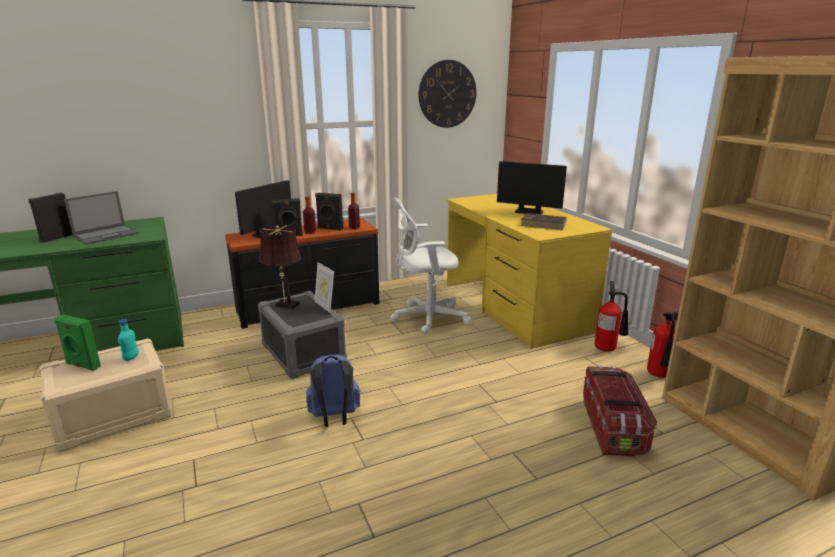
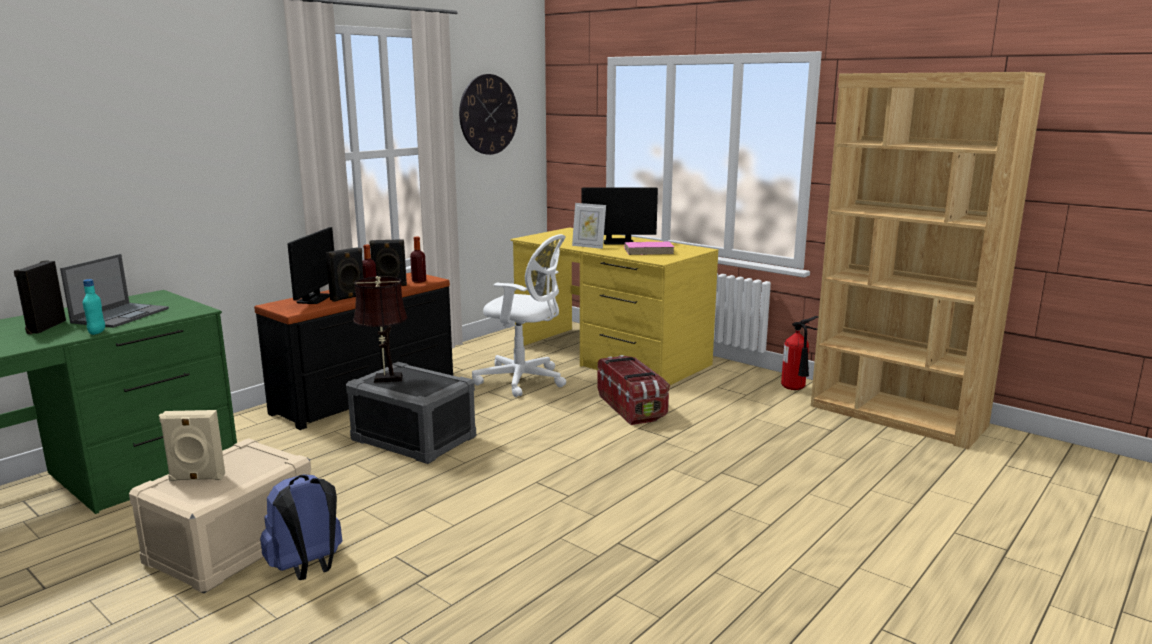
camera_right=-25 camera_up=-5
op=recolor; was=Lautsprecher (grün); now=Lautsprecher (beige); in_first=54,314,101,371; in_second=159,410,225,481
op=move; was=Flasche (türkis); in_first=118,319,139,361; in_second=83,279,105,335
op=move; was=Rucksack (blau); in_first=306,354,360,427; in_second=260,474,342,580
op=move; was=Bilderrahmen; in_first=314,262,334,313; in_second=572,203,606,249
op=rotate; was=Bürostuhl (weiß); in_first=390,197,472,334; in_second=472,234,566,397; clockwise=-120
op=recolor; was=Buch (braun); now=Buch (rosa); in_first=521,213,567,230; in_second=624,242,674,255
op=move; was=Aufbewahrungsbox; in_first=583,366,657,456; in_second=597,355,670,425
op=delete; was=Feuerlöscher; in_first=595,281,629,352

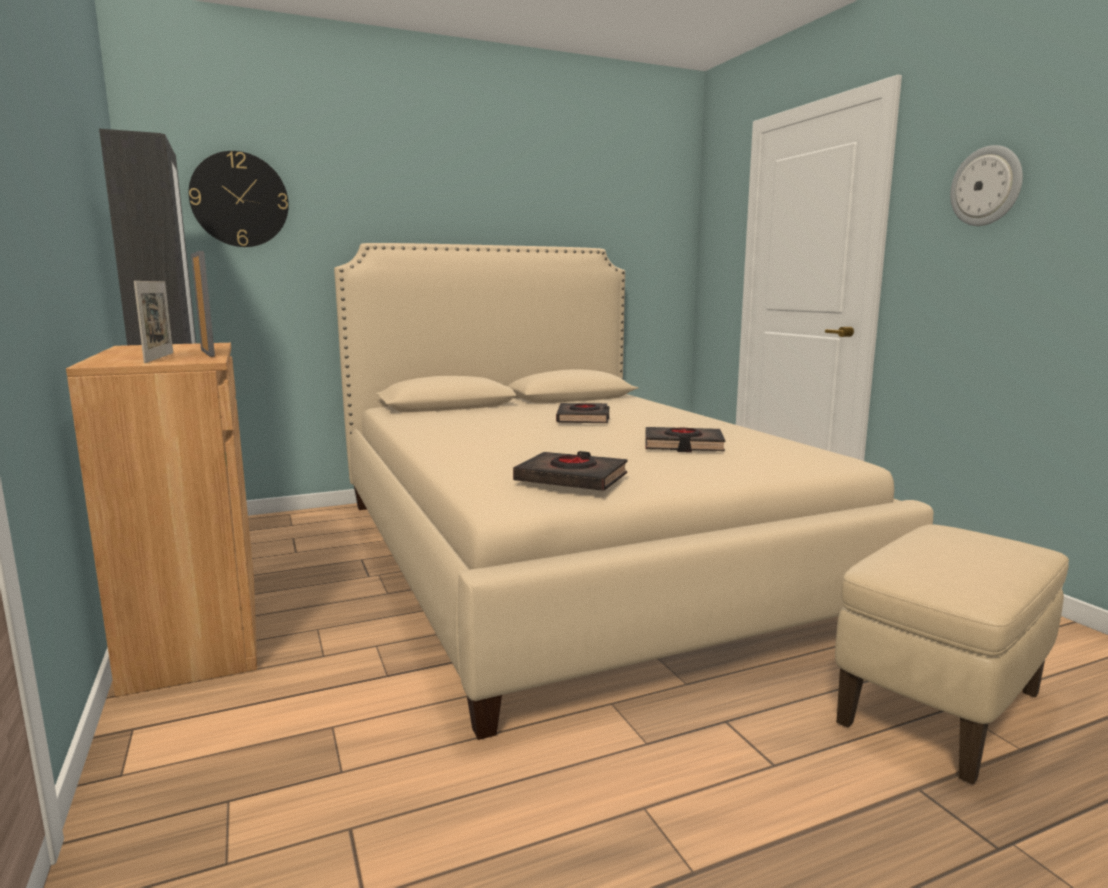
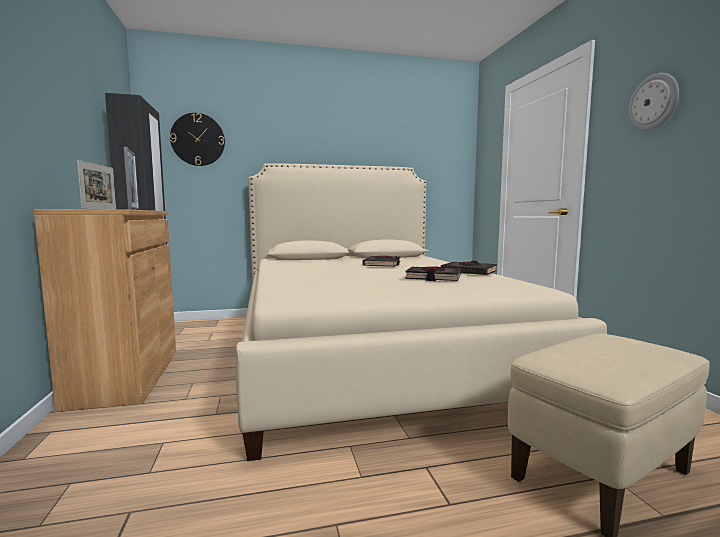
camera_right=10 camera_up=-5
op=move; was=Buch (schwarz); in_first=513,451,628,491; in_second=441,261,497,275

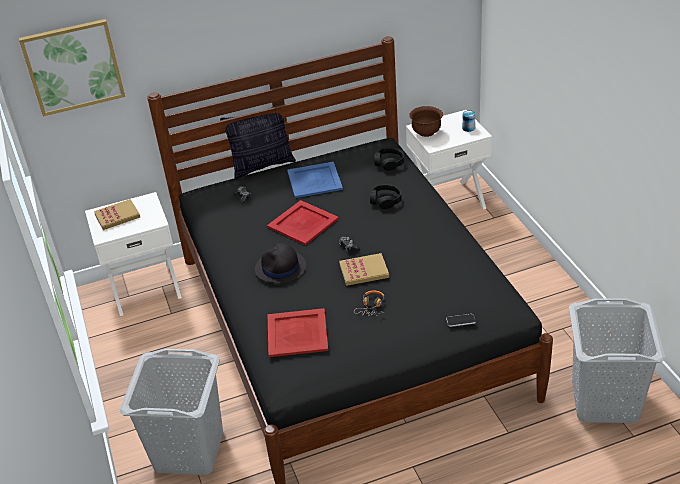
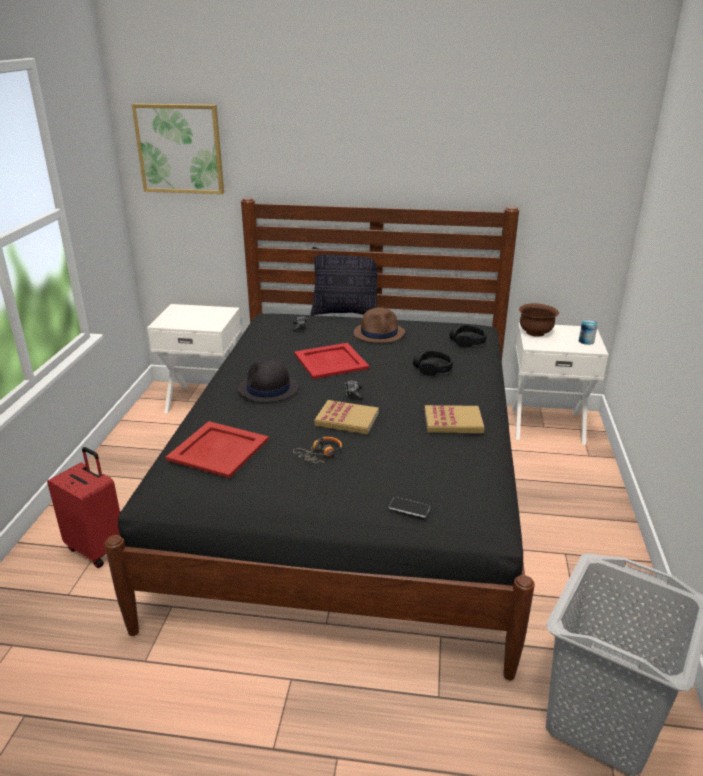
camera_right=25 camera_up=-10
op=move; was=Buch; in_first=94,199,140,230; in_second=424,405,484,433
op=replace; was=Wäschekorb (grau); now=Koffer (rot); in_first=120,349,223,475; in_second=47,447,120,568
op=replace; was=Tablett (blau); now=Hut (braun); in_first=287,162,343,198; in_second=354,307,405,343

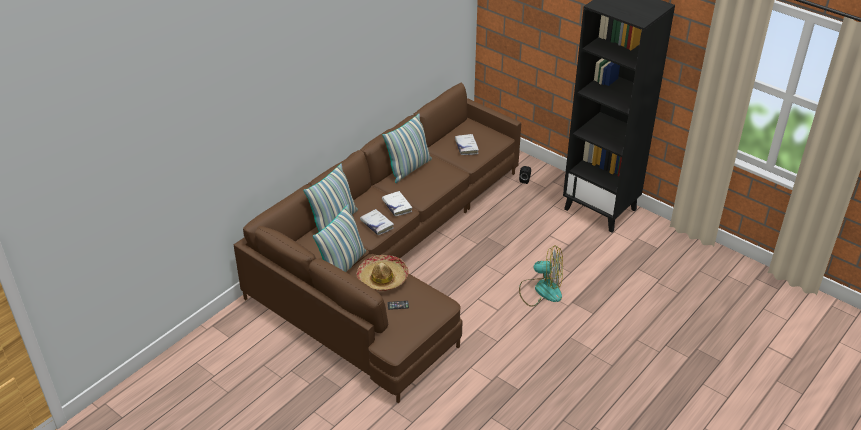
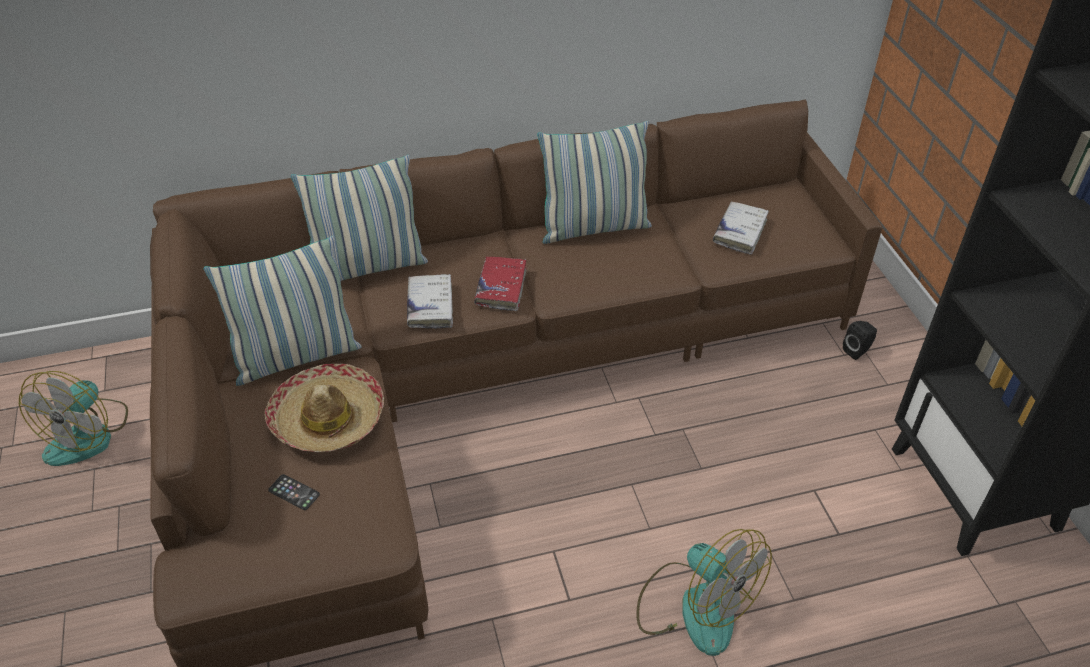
camera_right=35 camera_up=5
op=recolor; was=Buch (weiß); now=Buch (rot); in_first=382,191,412,216; in_second=474,256,527,311
op=insert; now=Ventilator; in_second=19,371,128,466

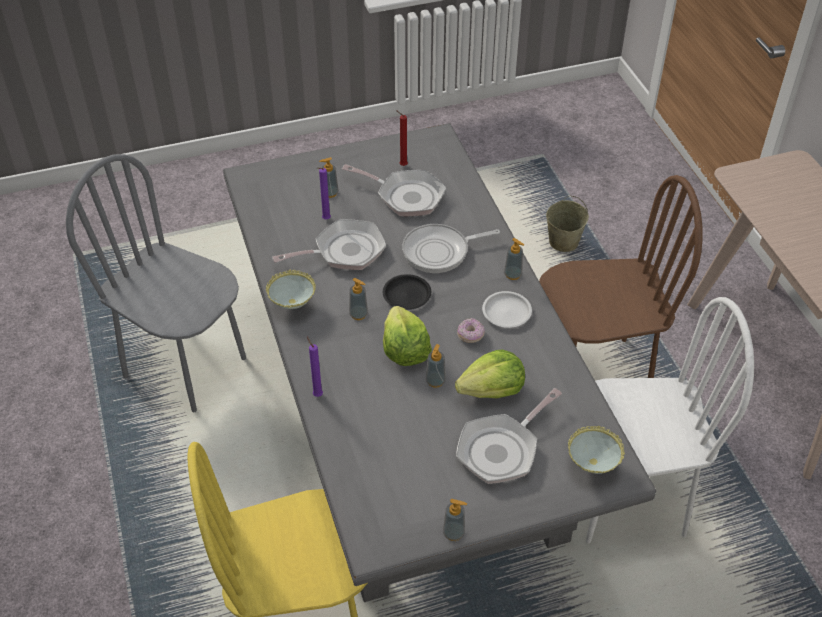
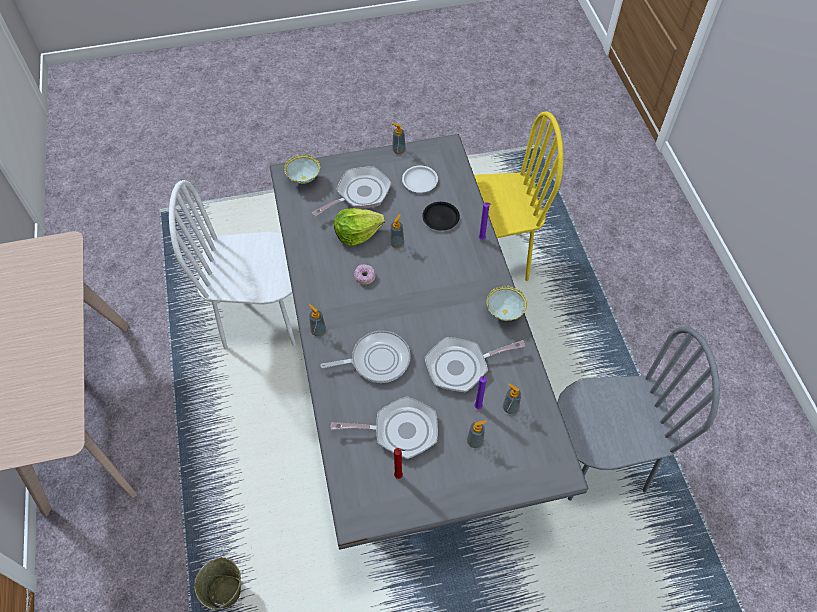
camera_right=-175 camera_up=10
op=rotate; was=Stuhl (grau); in_first=66,154,246,413; in_second=557,327,720,501; clockwise=-45
op=rotate; was=Pfanne; in_first=342,164,446,216; in_second=331,396,438,459; clockwise=150
op=move; was=Seifenspender; in_first=349,278,368,320; in_second=503,383,521,414
op=move; was=Teller (schwarz); in_first=383,274,431,310; in_second=422,202,460,231
op=delete; was=Salatkopf; in_first=383,306,432,366
op=move; was=Teller (weiß); in_first=482,291,532,328; in_second=402,166,438,193
op=delete; was=Stuhl (braun); in_first=539,175,703,378

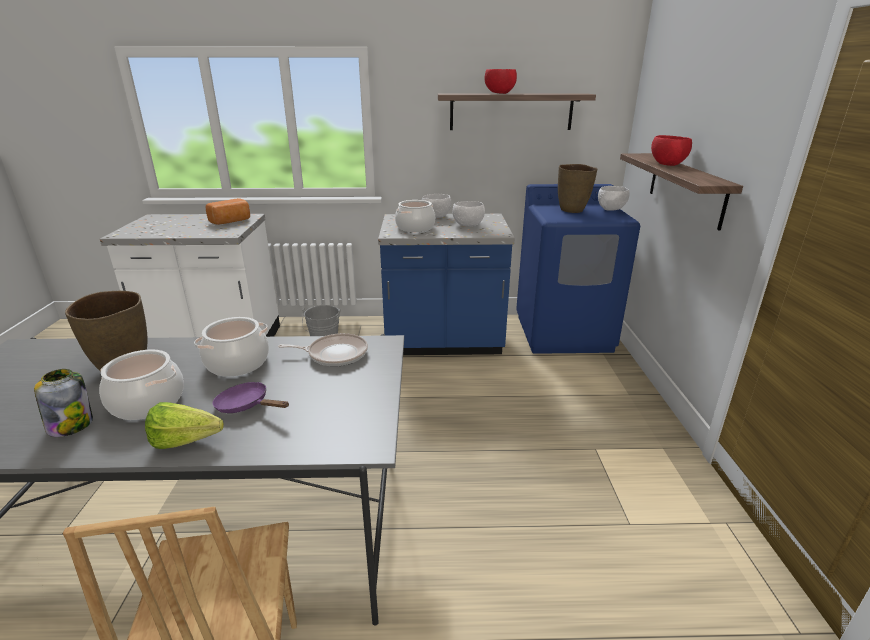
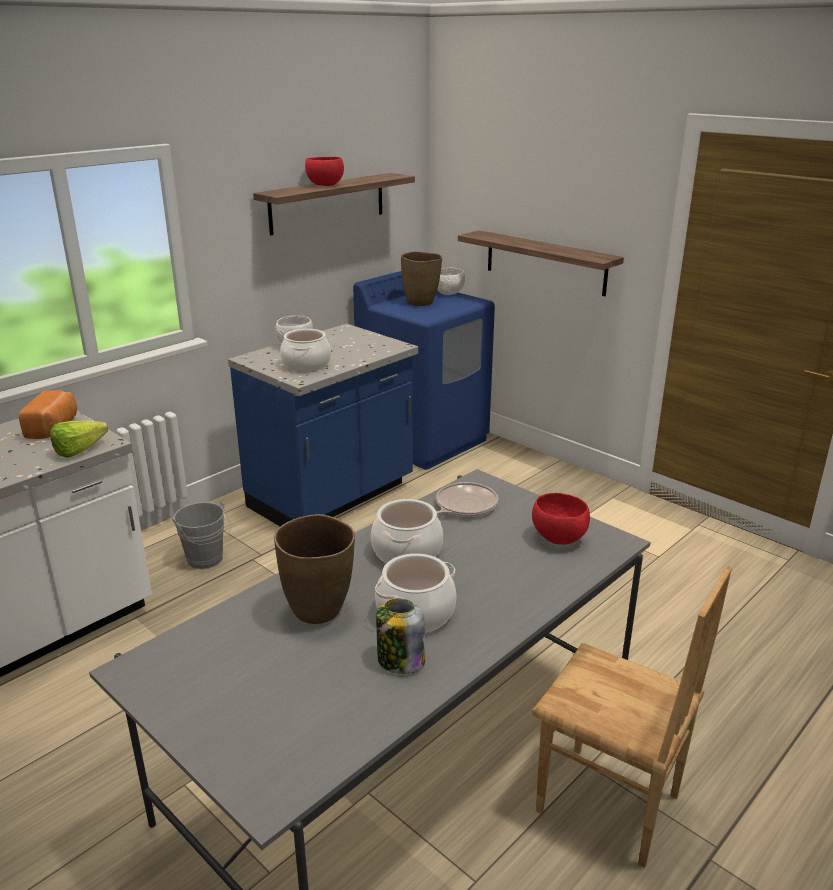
camera_right=-45 camera_up=0
op=move; was=Salatkopf; in_first=145,402,224,449; in_second=50,420,108,458
op=delete; was=Pfanne (lila); in_first=213,382,289,413
op=delete; was=Schüssel (weiß); in_first=453,201,485,227
op=move; was=Schüssel (rot); in_first=651,135,692,166; in_second=532,493,590,545

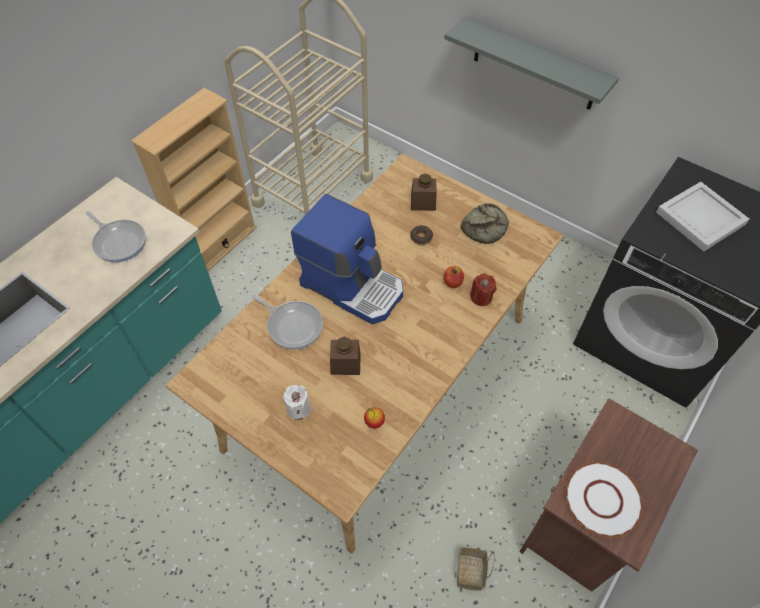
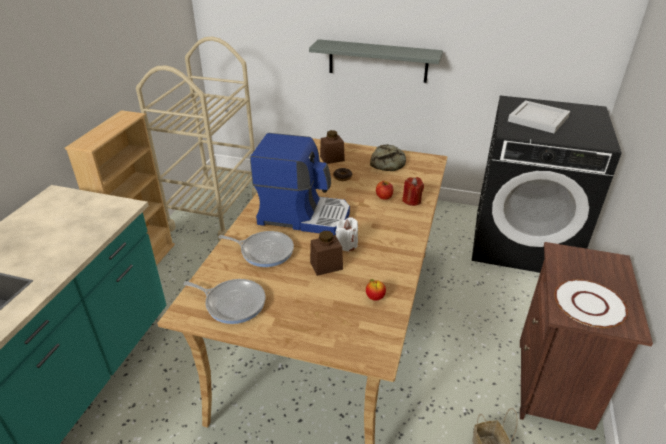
camera_right=-20 camera_up=-20
op=move; was=Pfanne; in_first=86,211,146,263; in_second=183,279,266,324
op=move; was=Kerze (weiß); in_first=283,385,312,421; in_second=336,217,358,252

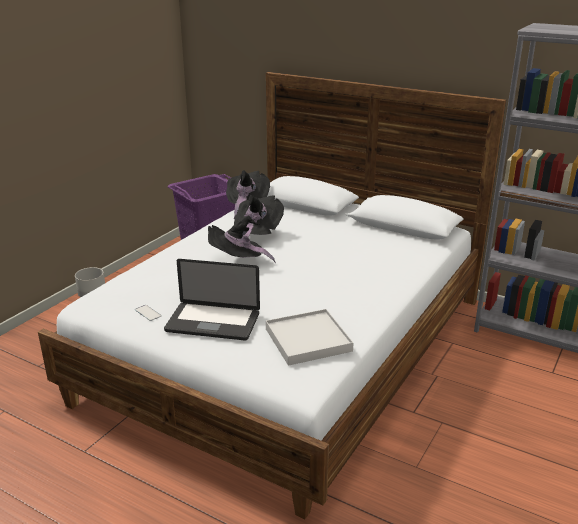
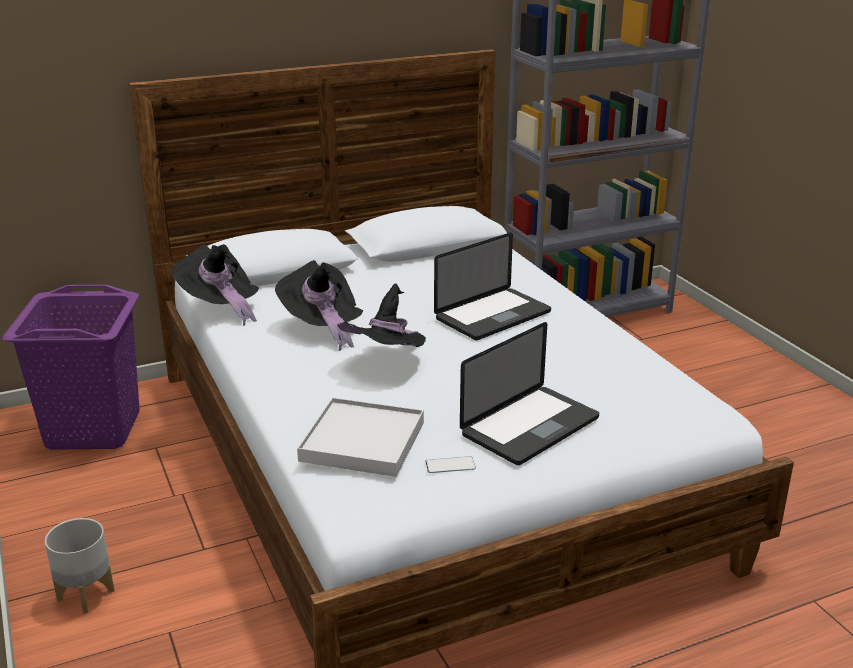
camera_right=-55 camera_up=0
op=move; was=Tablett (weiß); in_first=266,309,353,366; in_second=297,398,424,477
op=insert; now=Laptop; in_second=434,233,551,340

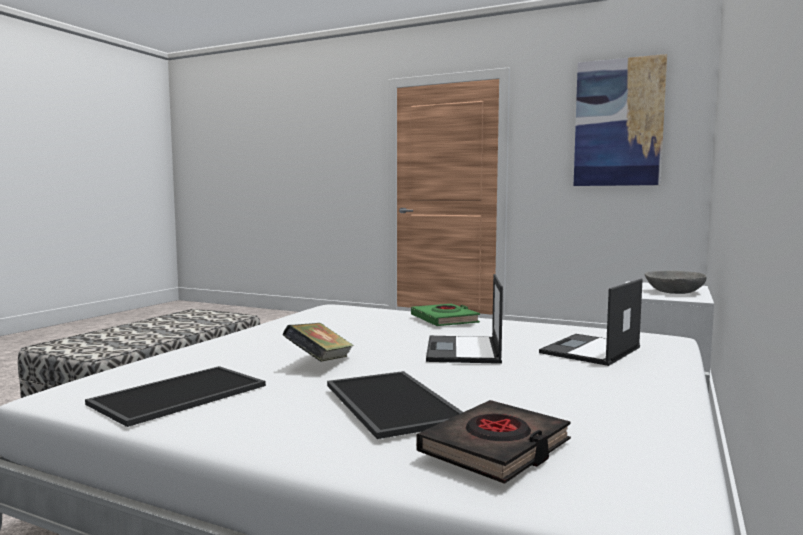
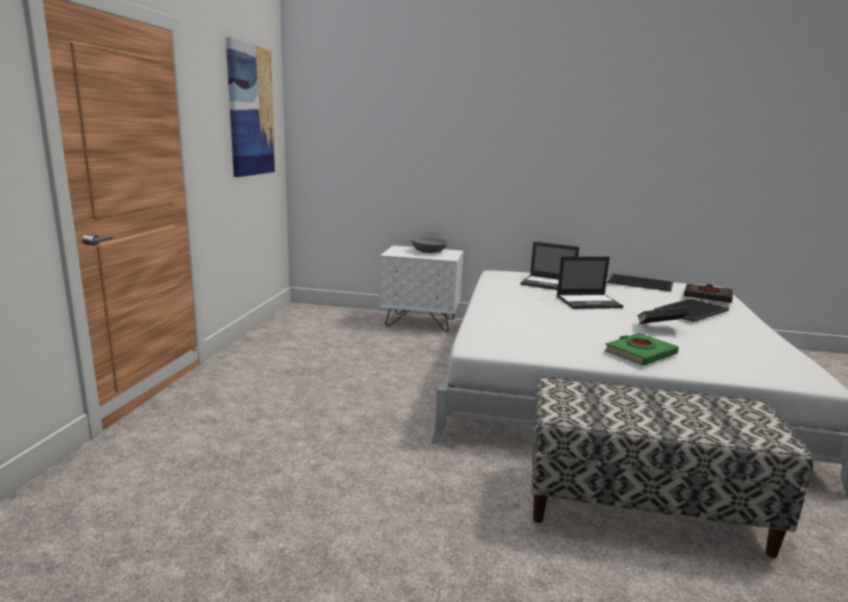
camera_right=-105 camera_up=10
op=move; was=Tablett; in_first=85,366,266,427; in_second=607,274,673,292
op=move; was=Buch (grün); in_first=411,304,480,326; in_second=604,333,679,366

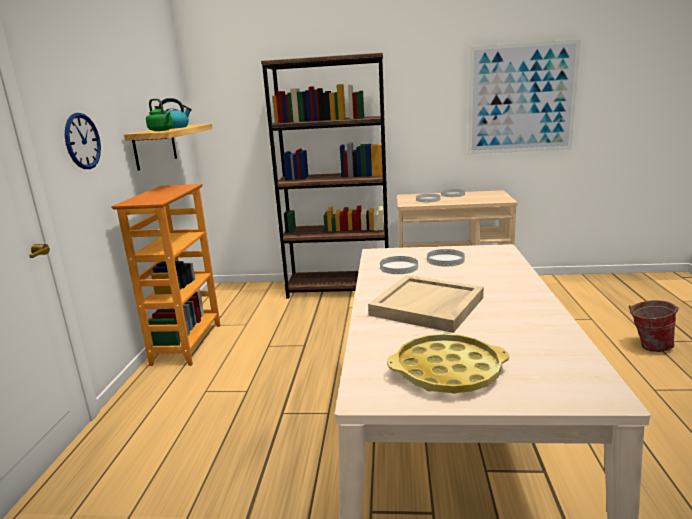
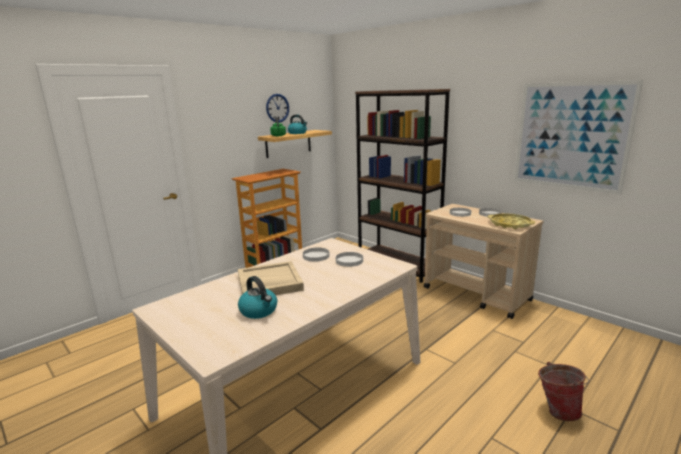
camera_right=40 camera_up=0
op=move; was=Wanduhr; in_first=65,113,101,169; in_second=266,94,289,123
op=move; was=Tablett (gelb); in_first=387,334,509,394; in_second=487,213,536,229
op=insert; now=Wasserkessel; in_second=238,276,277,319

